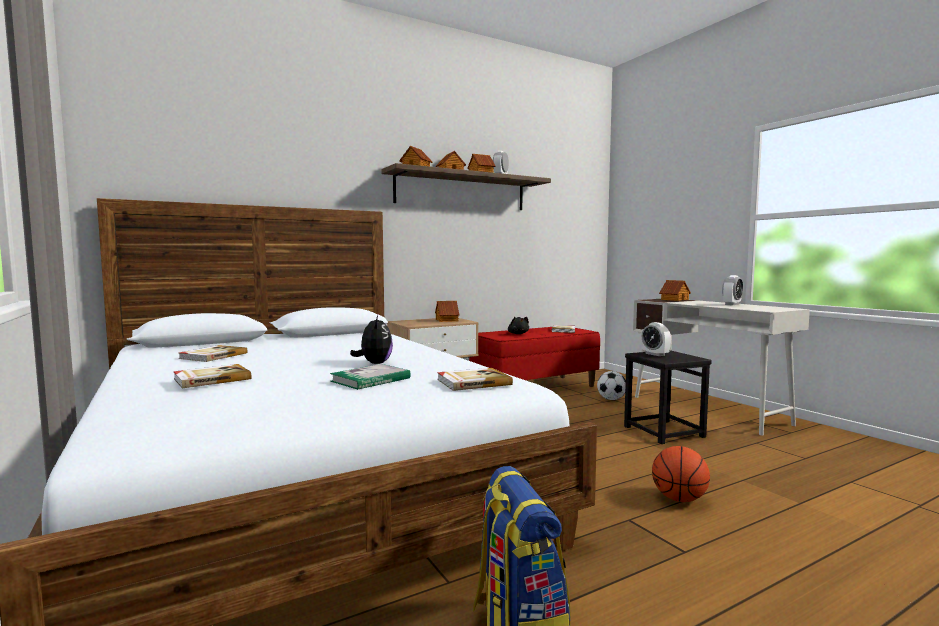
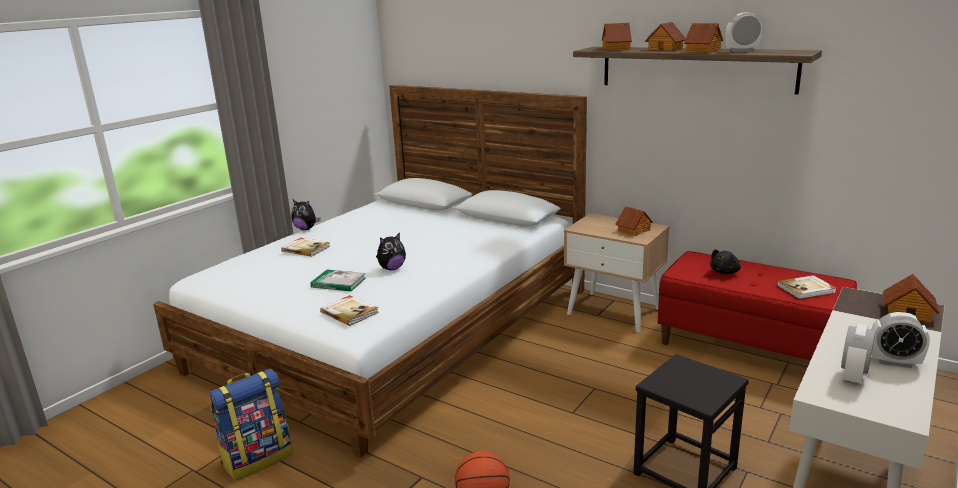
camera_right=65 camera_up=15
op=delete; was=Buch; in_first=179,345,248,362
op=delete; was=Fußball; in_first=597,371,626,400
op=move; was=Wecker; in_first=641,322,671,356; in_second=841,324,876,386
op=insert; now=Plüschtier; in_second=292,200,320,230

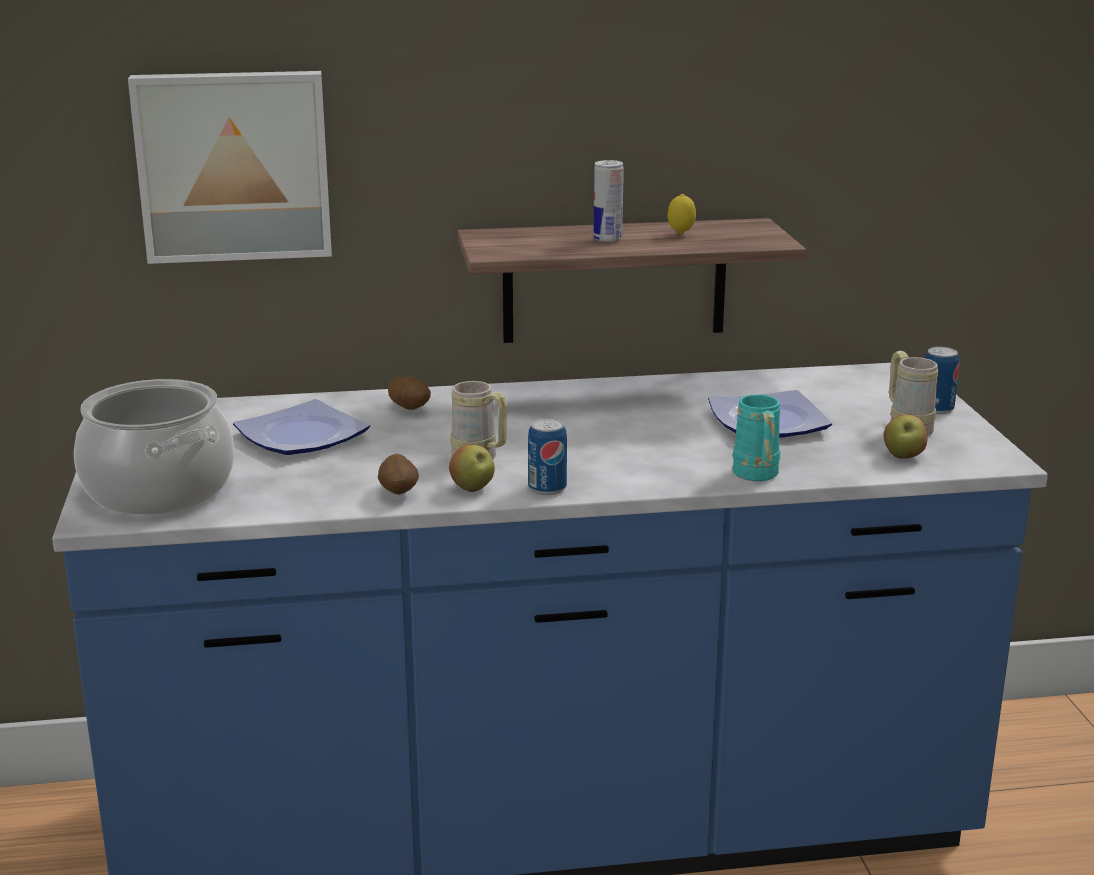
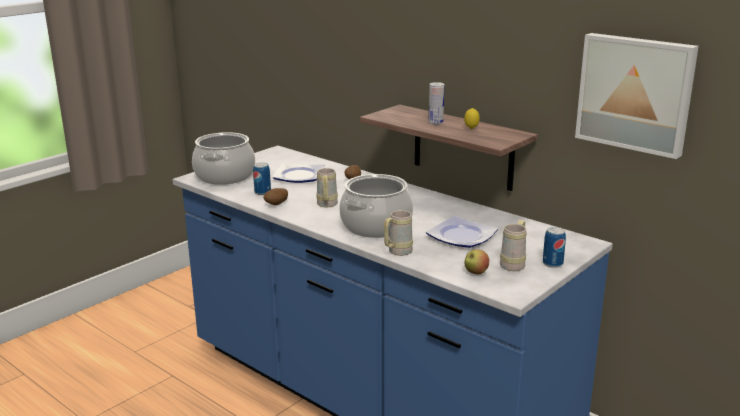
camera_right=50 camera_up=0
op=move; was=Bild; in_first=128,71,332,264; in_second=575,33,699,159
op=delete; was=Apfel; in_first=449,445,495,492
op=move; was=Dose; in_first=528,418,567,495; in_second=253,162,271,195
op=recolor; was=Henkelbecher (türkis); now=Henkelbecher (beige); in_first=733,395,780,481; in_second=384,210,413,256
op=insert; now=Kochtopf; in_second=339,174,413,238

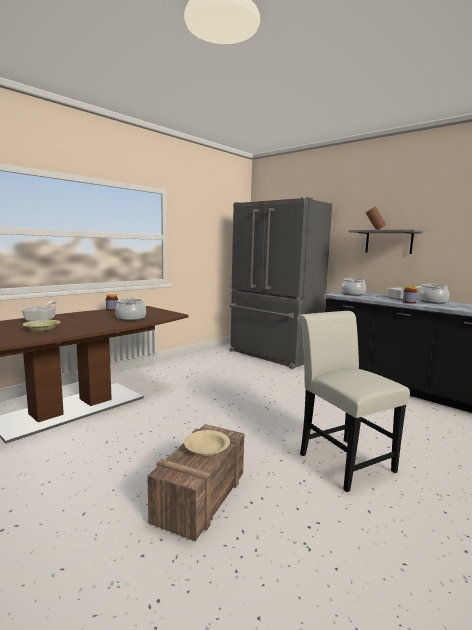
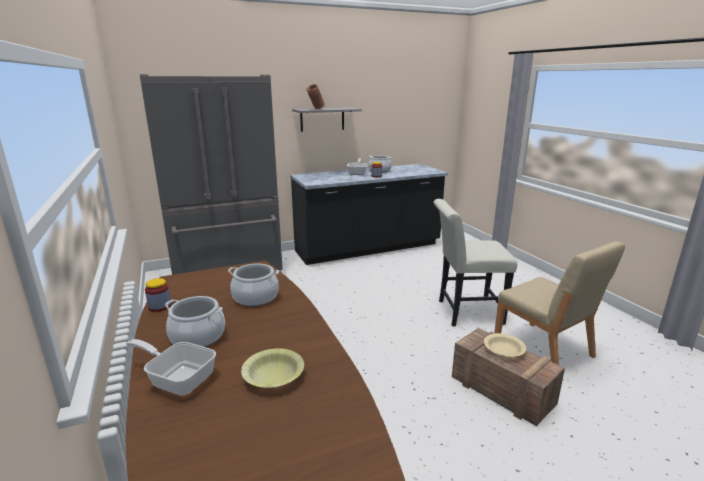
camera_right=-65 camera_up=10
op=move; was=Kochtopf; in_first=341,278,366,296; in_second=165,296,225,347
op=insert; now=Stuhl (beige); in_second=494,241,625,365

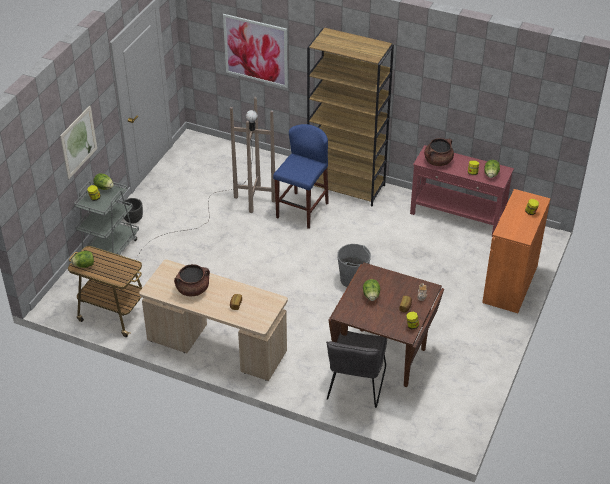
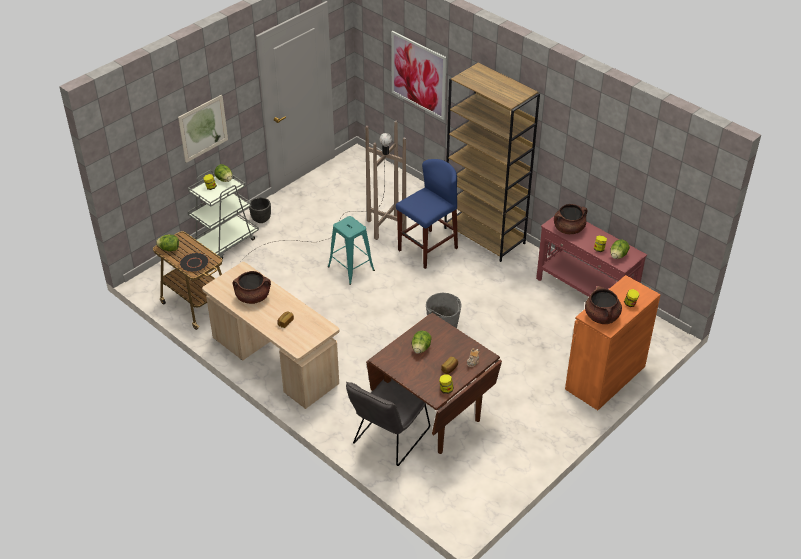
camera_right=20 camera_up=0
op=insert; now=Teller (schwarz); in_second=179,252,209,272
op=insert; now=Hocker (türkis); in_second=328,216,375,285
op=insert; now=Kochtopf (braun); in_second=585,286,622,324

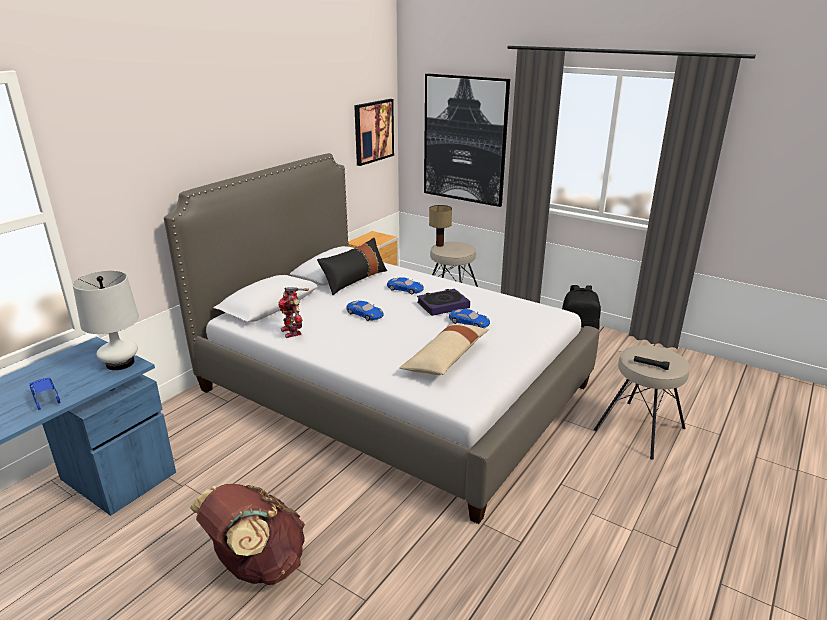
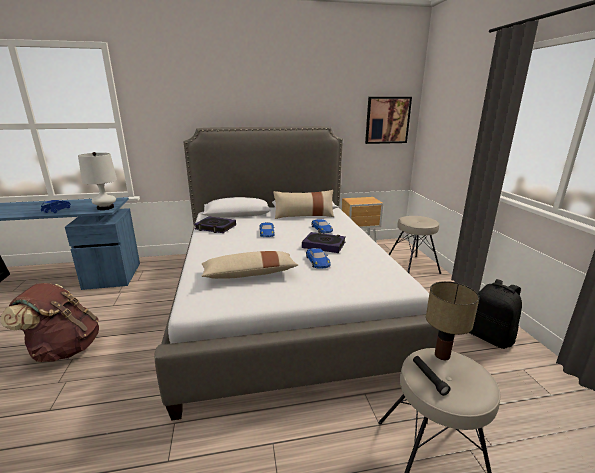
camera_right=45 camera_up=-5
op=replace; was=Spielzeugroboter; now=Buch; in_first=279,287,309,338; in_second=194,217,236,233
op=recolor; was=Kissen (schwarz); now=Kissen (beige); in_first=317,238,387,295; in_second=273,190,334,219
op=delete; was=Bild; in_first=424,73,510,207
op=move; was=Tischlampe; in_first=429,205,452,247; in_second=426,281,480,360

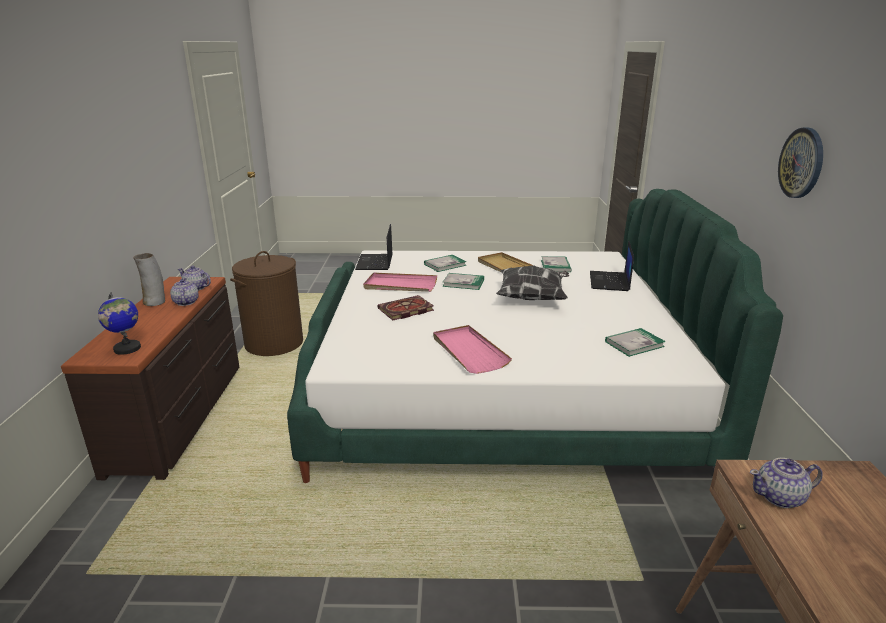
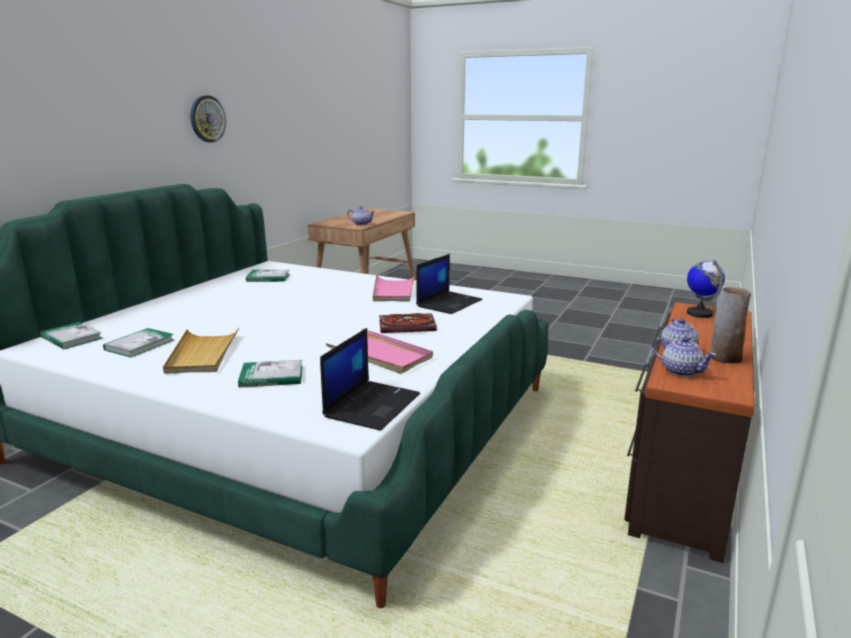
camera_right=-155 camera_up=-5
op=delete; was=Wäschekorb (braun); in_first=230,251,303,356
op=move; was=Buch; in_first=442,273,484,290; in_second=40,322,103,349
op=delete; was=Kissen; in_first=496,265,569,300
op=move; was=Laptop; in_first=590,241,634,291; in_second=416,254,483,314

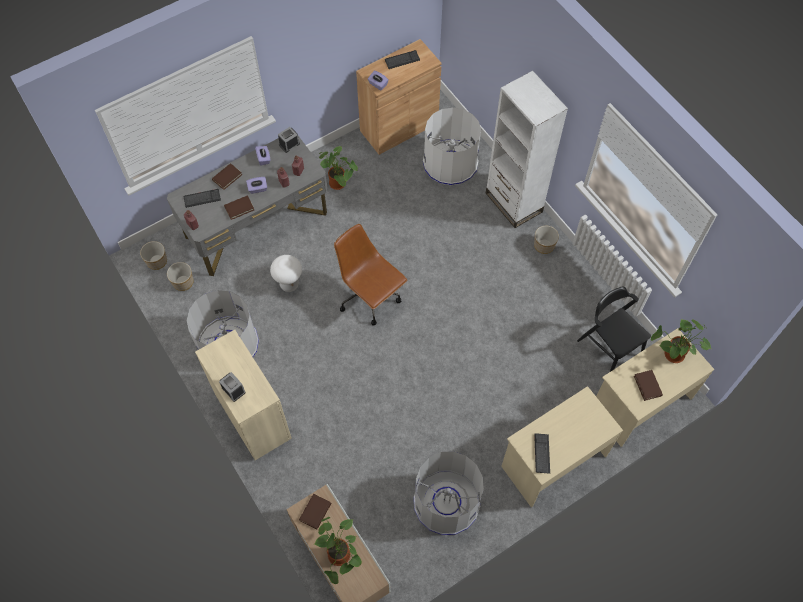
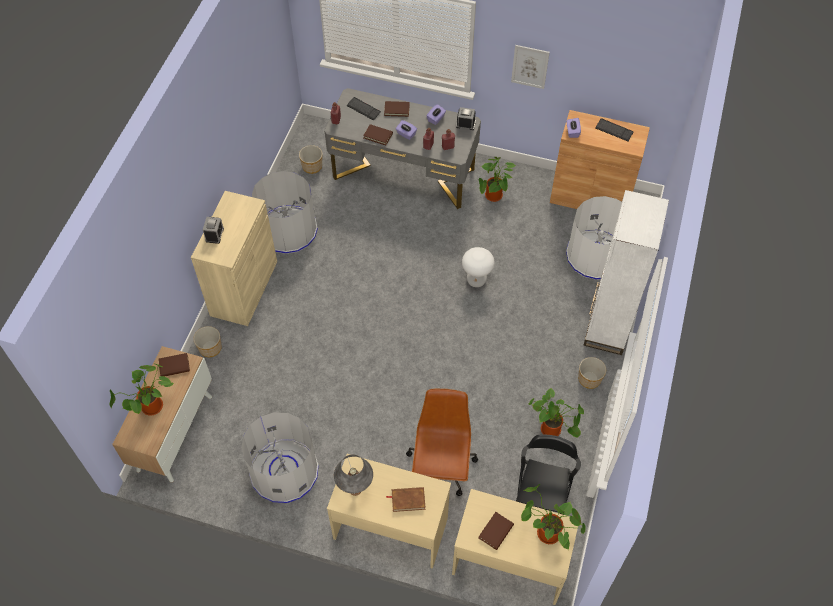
camera_right=50 camera_up=-5
op=move; was=Pflanzkübel; in_first=140,241,167,270; in_second=193,326,222,357
op=move; was=Hocker (weiß); in_first=270,255,302,292; in_second=462,247,494,287
op=move; was=Bürostuhl (braun); in_first=334,224,407,325; in_second=406,388,478,496
op=replace; was=Tastatur; now=Tischlampe (grau); in_first=534,433,550,474; in_second=334,454,373,496
op=insert; now=Buch (braun); in_second=386,487,425,512
op=insert; now=Bild; in_second=511,45,550,89
op=insert; now=Topfpflanze; in_second=528,388,584,437

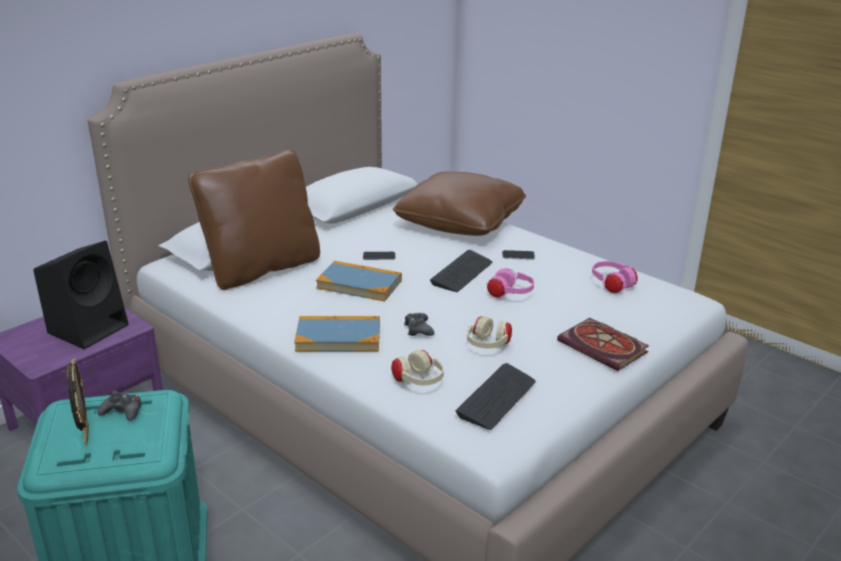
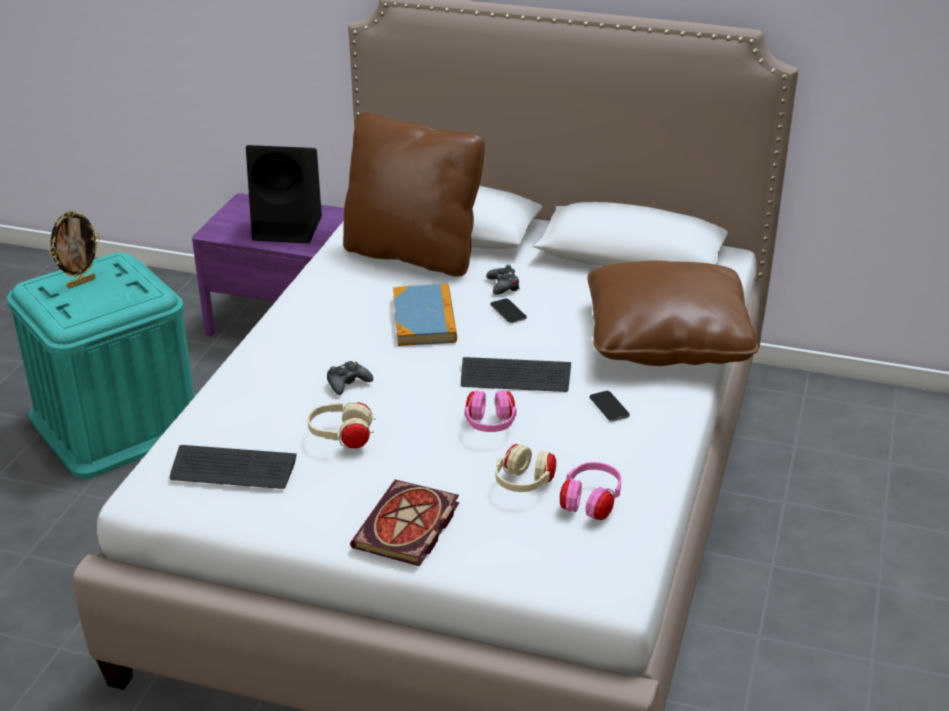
camera_right=65 camera_up=5
op=move; was=Gamepad (schwarz); in_first=97,391,141,421; in_second=486,265,520,295
op=delete; was=Buch; in_first=294,316,380,352
op=move; was=Kopfhörer (beige); in_first=391,350,444,386; in_second=496,444,556,492

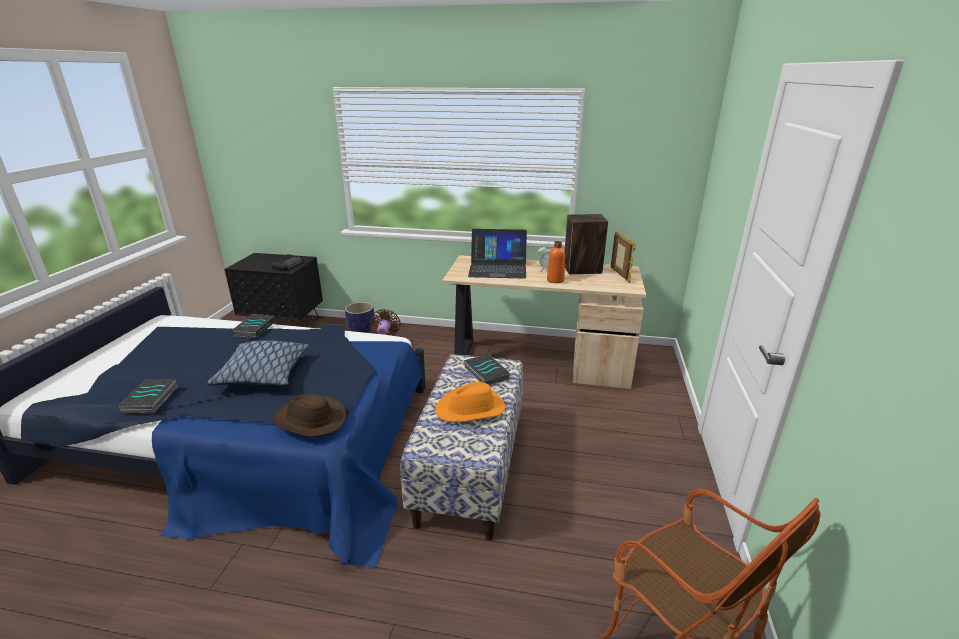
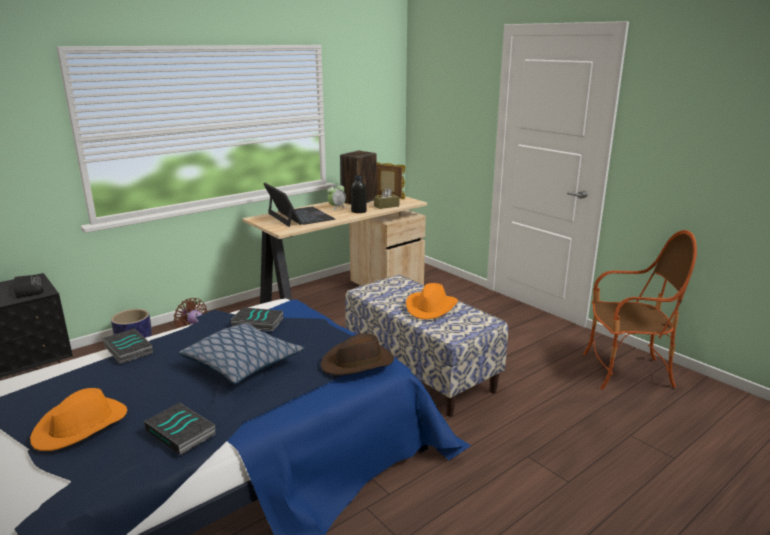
camera_right=-50 camera_up=-5
op=move; was=Buch; in_first=464,354,510,386; in_second=230,307,283,331
op=rotate; was=Laptop; in_first=468,229,527,279; in_second=263,183,335,227; clockwise=-75
op=recolor; was=Flasche (orange); now=Flasche (schwarz); in_first=547,241,565,283; in_second=351,175,367,213
op=insert; now=Hut (orange); in_second=30,388,127,451
op=insert; now=Taschentuchbox (braun); in_second=374,187,399,209

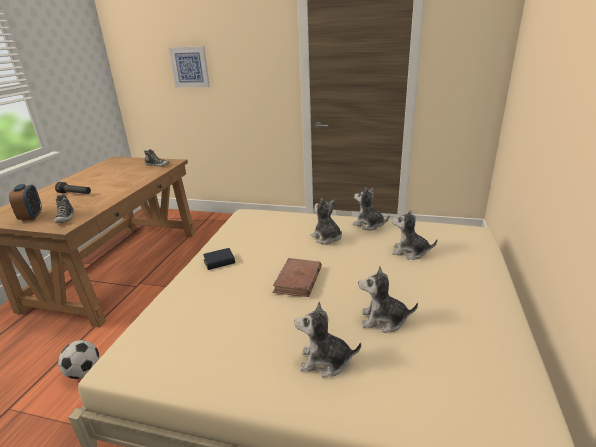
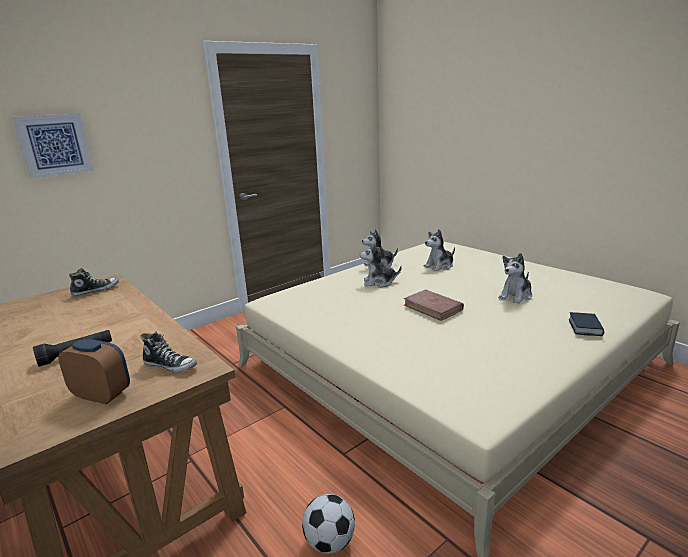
camera_right=-55 camera_up=-5
op=move; was=Buch; in_first=203,248,235,270; in_second=569,312,604,336
op=delete; was=Plüschtier; in_first=294,302,361,378

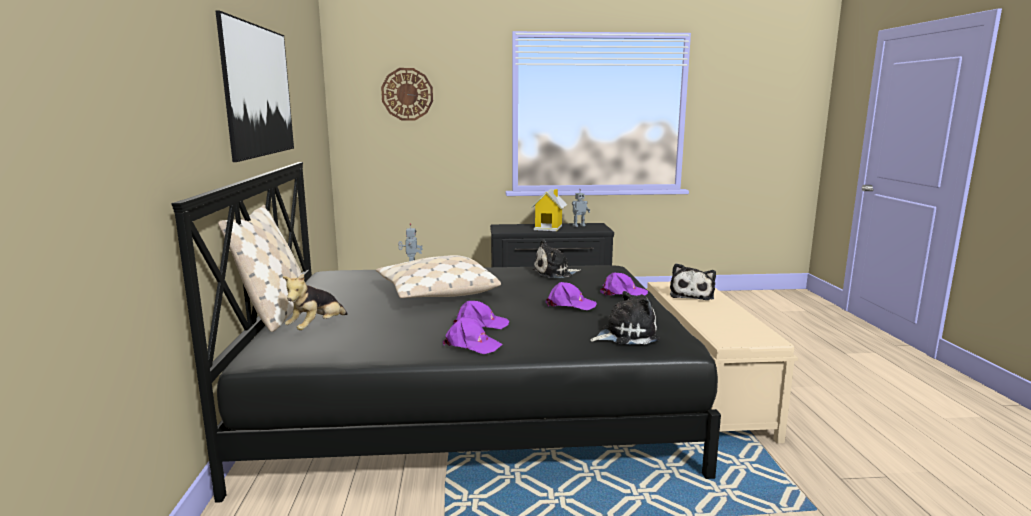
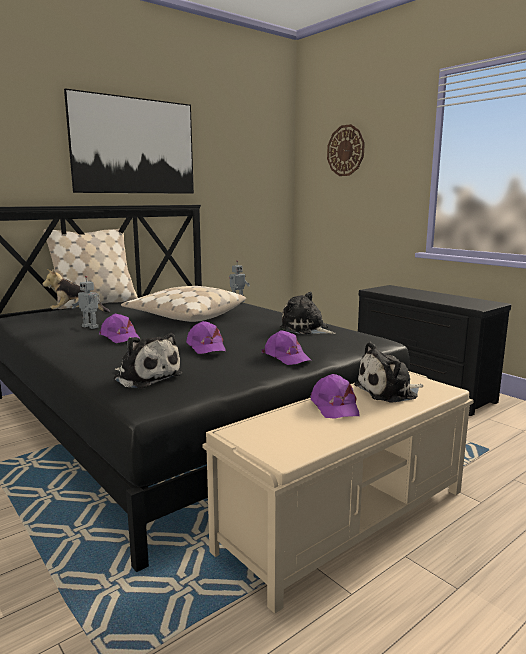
camera_right=55 camera_up=0
op=move; was=Kappe (lila); in_first=443,317,502,354; in_second=310,374,359,419
op=delete; was=Spielzeughaus; in_first=530,189,567,231
op=move; was=Spielzeugroboter; in_first=572,189,590,227; in_second=72,276,100,329

